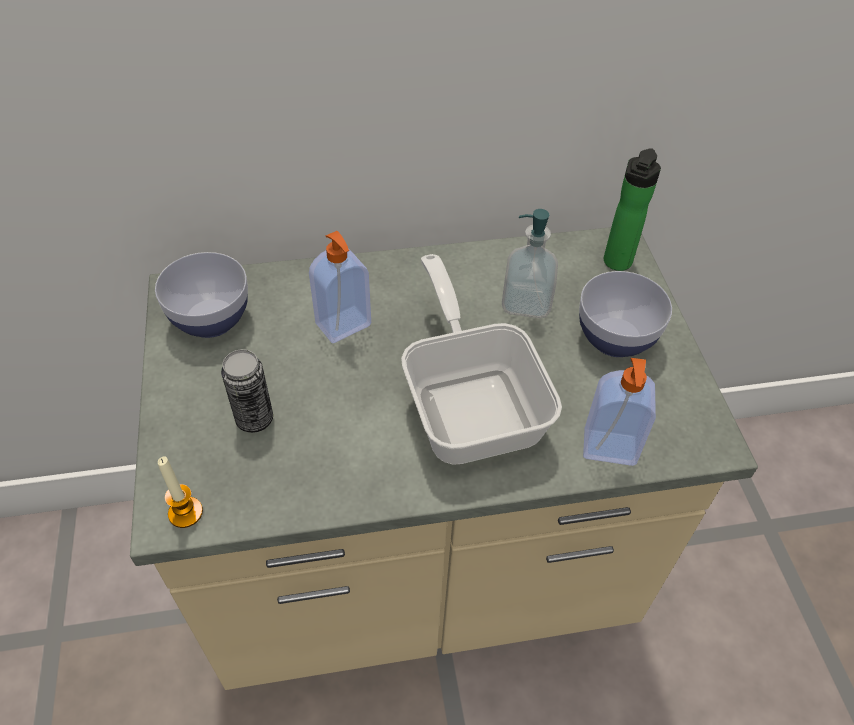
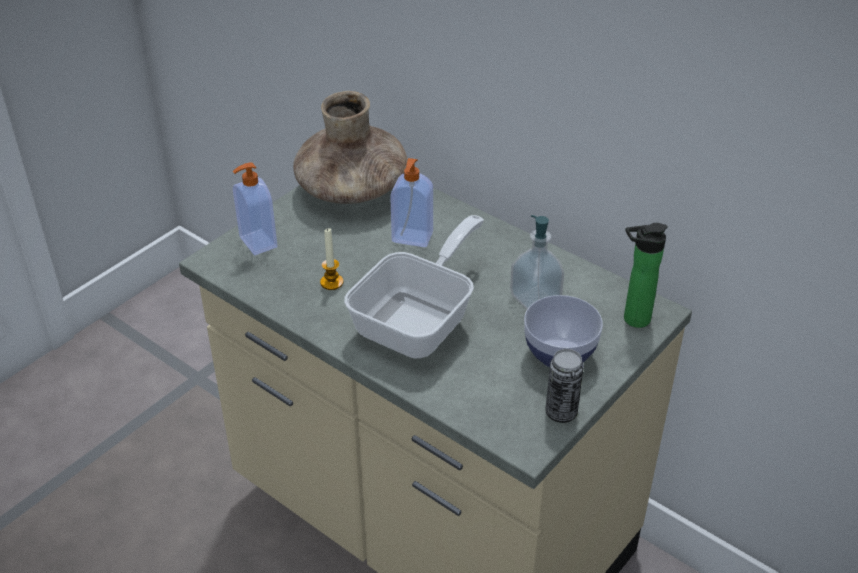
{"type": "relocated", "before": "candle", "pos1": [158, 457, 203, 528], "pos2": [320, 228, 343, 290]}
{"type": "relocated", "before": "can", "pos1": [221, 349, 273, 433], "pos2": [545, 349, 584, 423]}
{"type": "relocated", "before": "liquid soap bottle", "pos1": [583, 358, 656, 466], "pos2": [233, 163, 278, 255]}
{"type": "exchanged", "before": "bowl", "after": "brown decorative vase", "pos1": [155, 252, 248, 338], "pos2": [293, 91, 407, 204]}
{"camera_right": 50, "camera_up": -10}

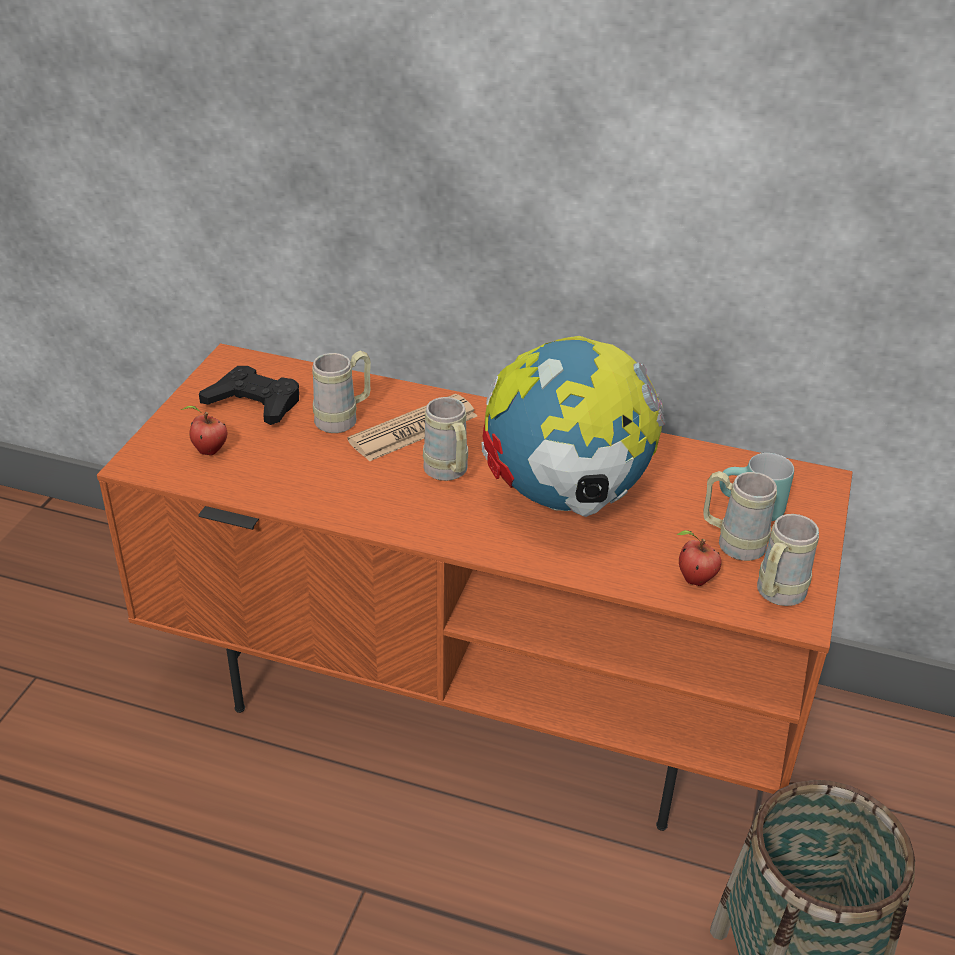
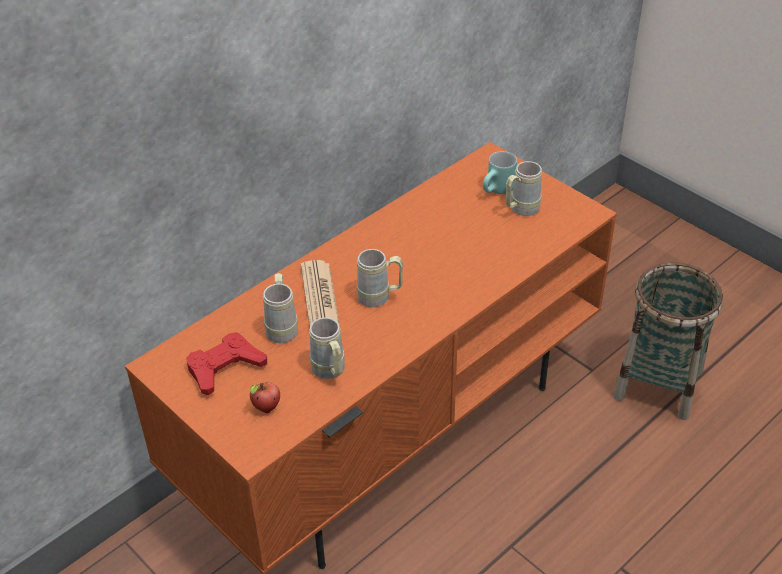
{"type": "missing", "before": "world globe", "pos1": [481, 336, 665, 517]}
{"type": "missing", "before": "whole apple", "pos1": [676, 530, 722, 586]}
{"type": "relocated", "before": "sand-coloured mug", "pos1": [757, 514, 819, 606], "pos2": [309, 318, 345, 379]}
{"type": "colour", "before": "black joypad", "after": "red joypad", "pos1": [199, 366, 299, 425], "pos2": [186, 332, 267, 395]}
{"camera_right": -60, "camera_up": 5}

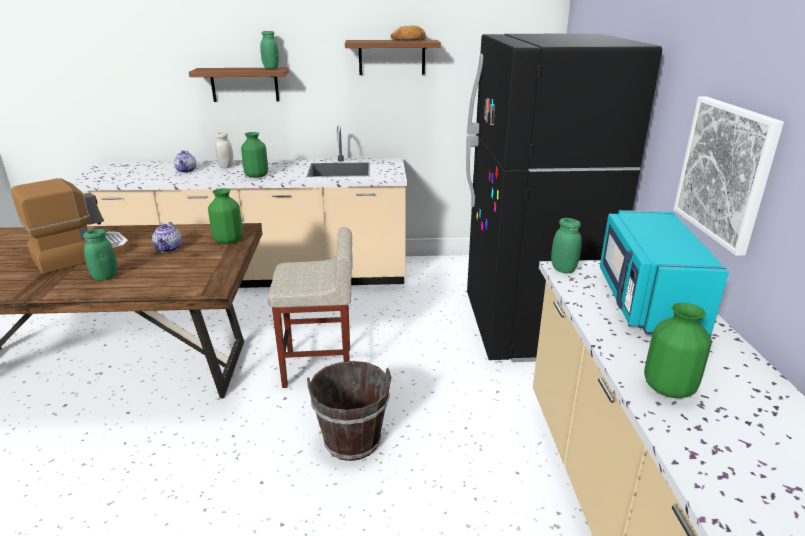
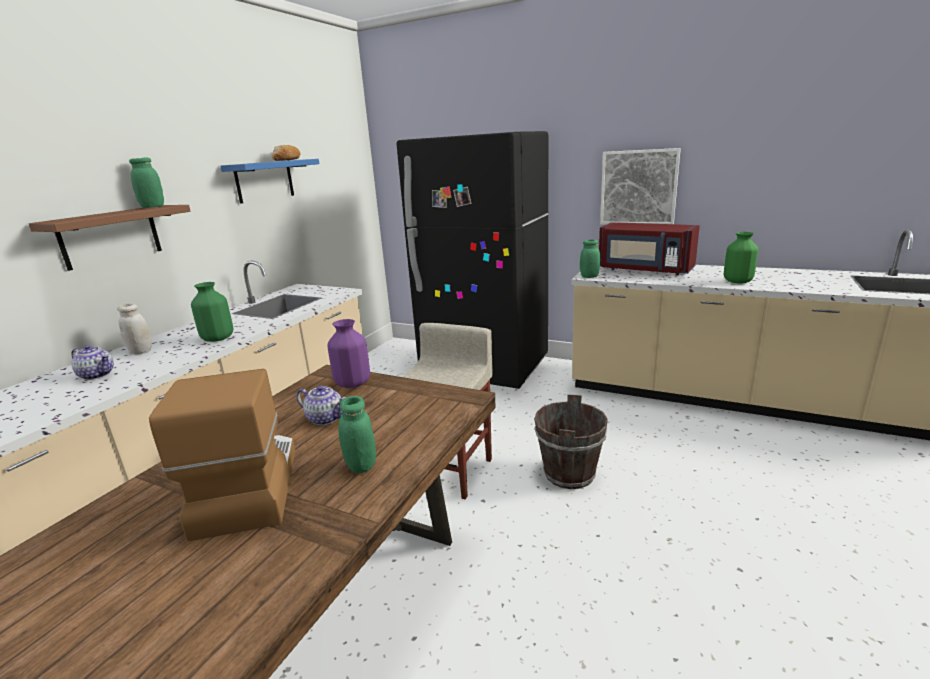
{"type": "colour", "before": "green decorative vase", "after": "purple-coloured decorative vase", "pos1": [208, 188, 243, 244], "pos2": [327, 319, 370, 388]}
{"type": "colour", "before": "brown bracket shelf", "after": "blue-coloured bracket shelf", "pos1": [345, 40, 441, 75], "pos2": [220, 159, 319, 204]}
{"type": "colour", "before": "blue-green microwave", "after": "red microwave", "pos1": [600, 210, 729, 337], "pos2": [599, 222, 700, 276]}
{"camera_right": -60, "camera_up": -5}

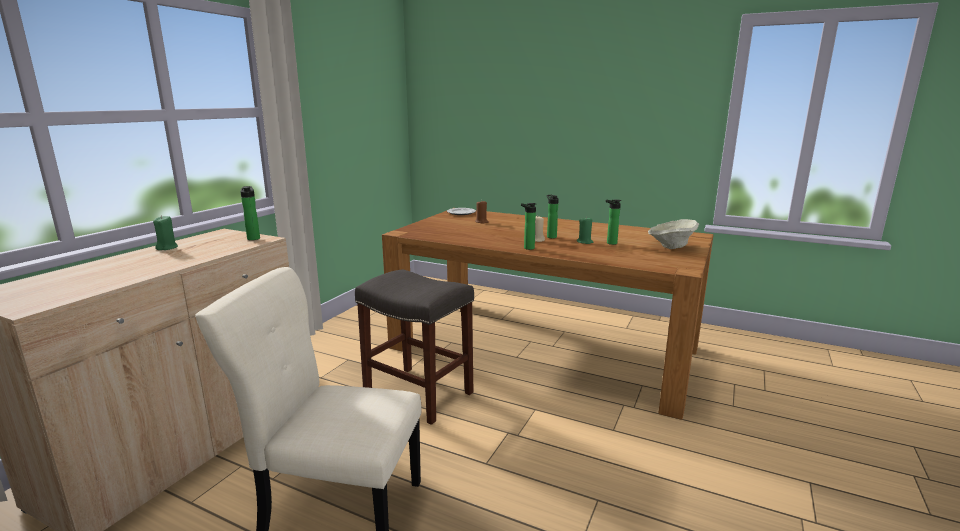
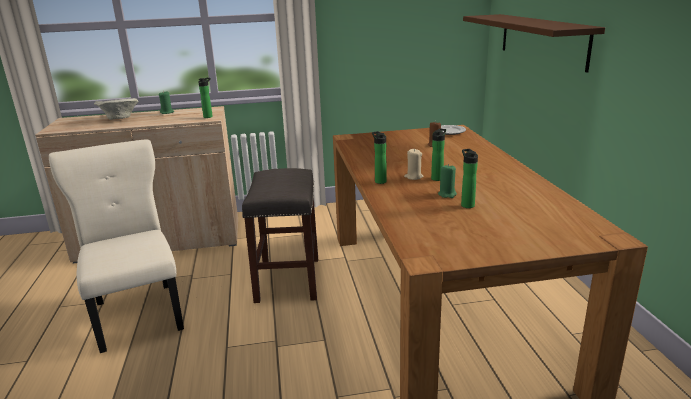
{"type": "appeared", "after": "brown bracket shelf", "pos2": [463, 14, 605, 73]}
{"type": "relocated", "before": "sand-coloured bowl", "pos1": [648, 219, 699, 249], "pos2": [94, 98, 139, 120]}
{"camera_right": 55, "camera_up": 5}

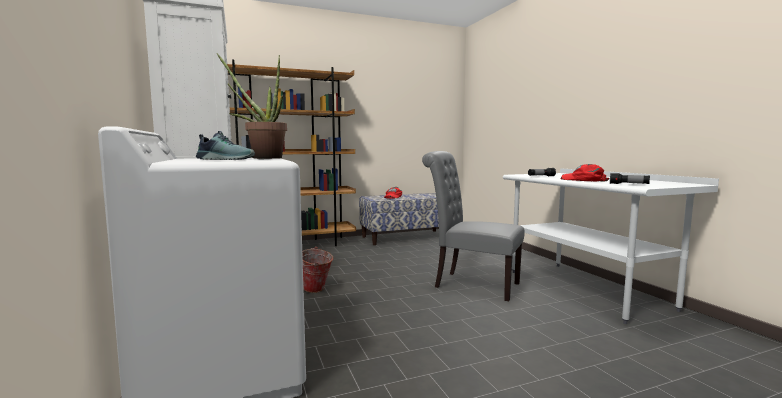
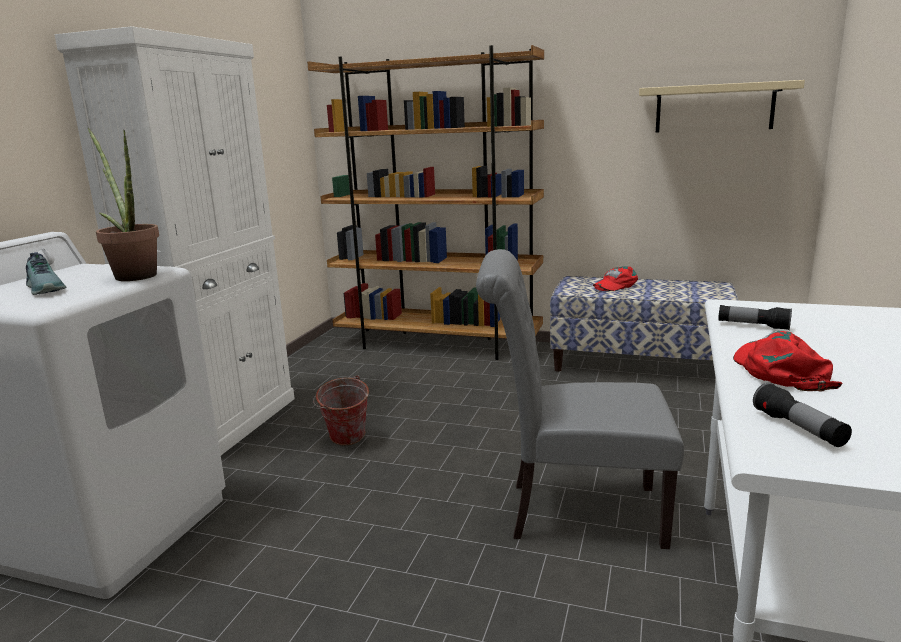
{"type": "appeared", "after": "sand-coloured bracket shelf", "pos2": [639, 80, 805, 132]}
{"type": "spun", "before": "gray plain chair", "pos1": [422, 151, 525, 301], "pos2": [476, 249, 684, 549], "turn": -60}
{"camera_right": 40, "camera_up": 10}

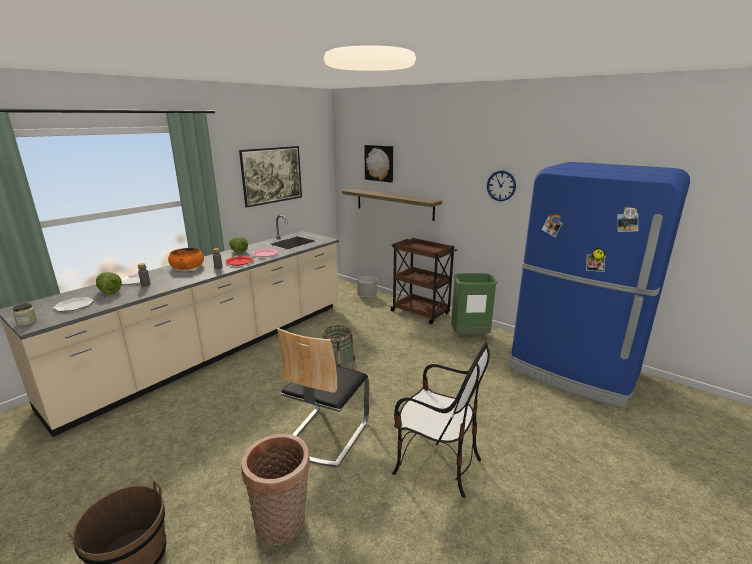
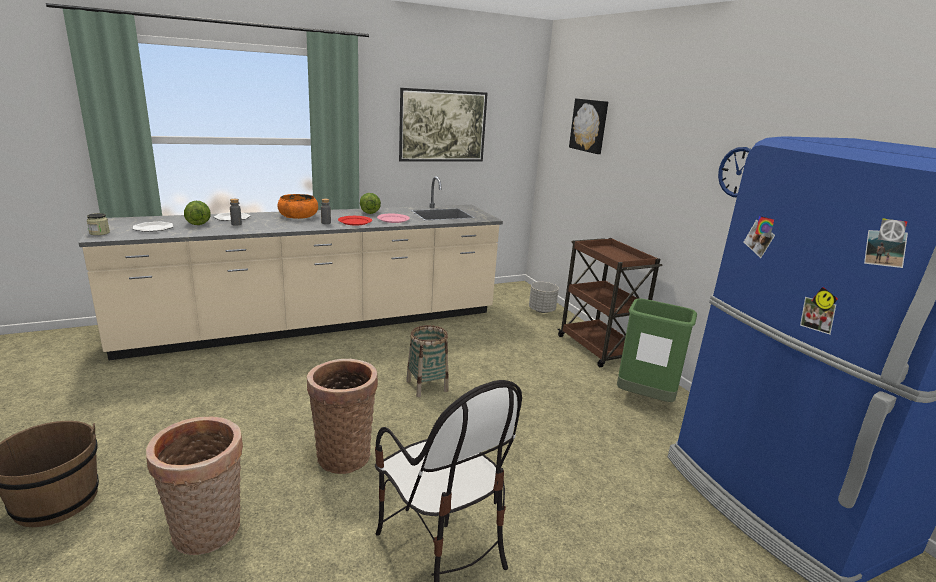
{"type": "missing", "before": "bracket shelf", "pos1": [342, 189, 442, 221]}
{"type": "exchanged", "before": "plain chair", "after": "household basket", "pos1": [277, 328, 369, 467], "pos2": [307, 359, 378, 474]}
{"camera_right": 25, "camera_up": 0}

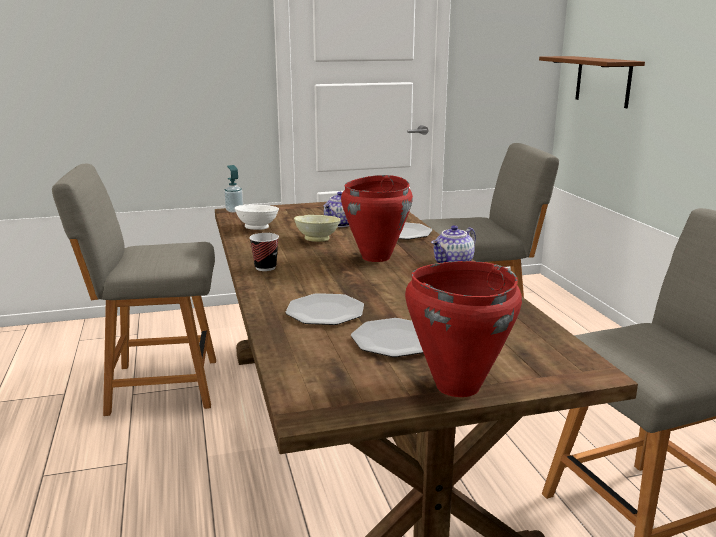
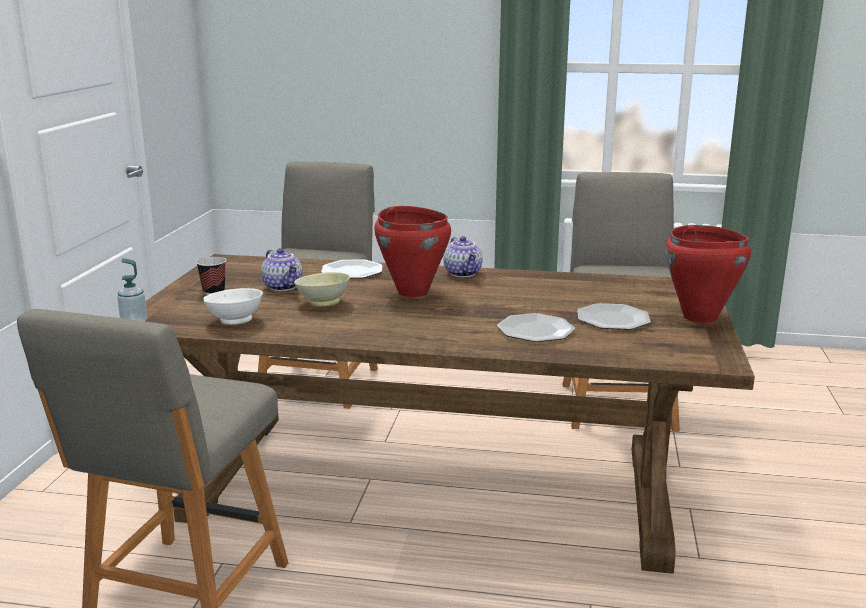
{"type": "missing", "before": "brown bracket shelf", "pos1": [539, 56, 645, 108]}
{"type": "relocated", "before": "cup", "pos1": [249, 233, 279, 271], "pos2": [196, 257, 226, 295]}
{"camera_right": -65, "camera_up": 0}

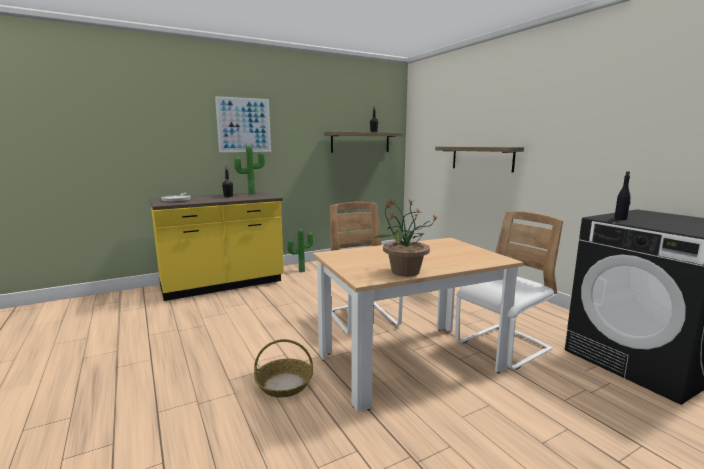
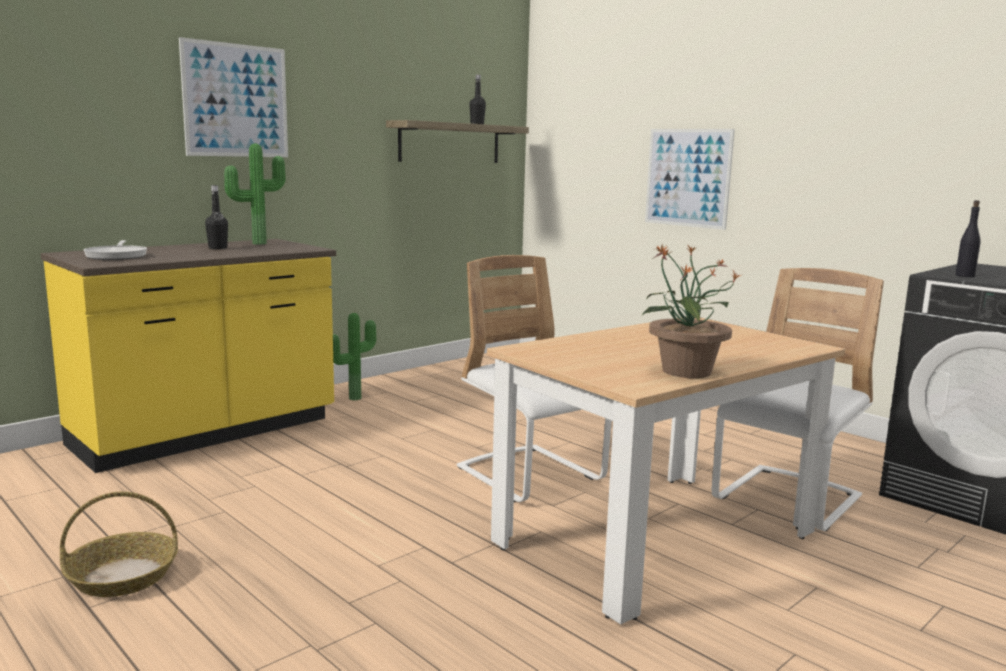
{"type": "relocated", "before": "household basket", "pos1": [254, 339, 313, 397], "pos2": [60, 492, 178, 597]}
{"type": "exchanged", "before": "bracket shelf", "after": "wall art", "pos1": [435, 147, 524, 173], "pos2": [645, 129, 735, 230]}
{"camera_right": -15, "camera_up": 0}

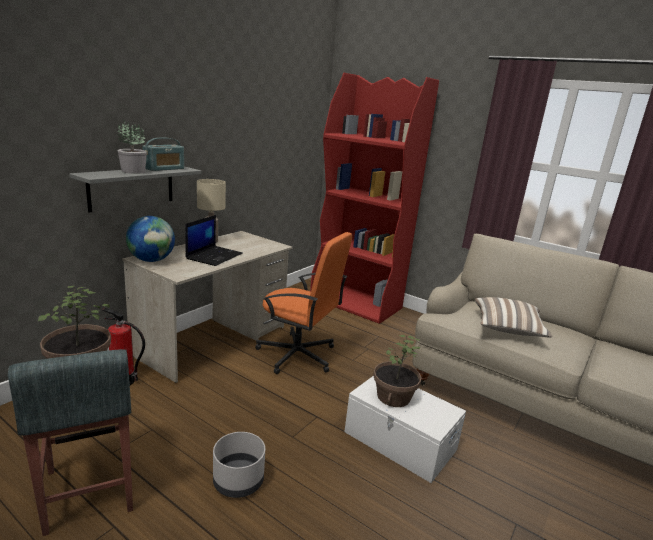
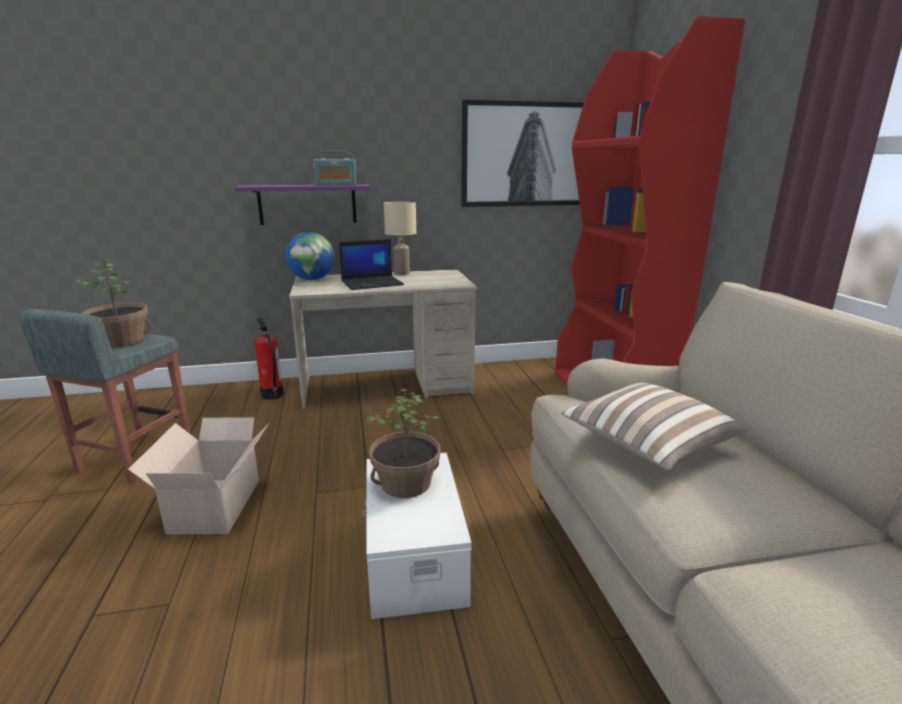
{"type": "missing", "before": "plant in a pot", "pos1": [118, 120, 147, 174]}
{"type": "missing", "before": "orangey computer chair", "pos1": [255, 232, 352, 374]}
{"type": "appeared", "after": "wall art", "pos2": [461, 99, 584, 207]}
{"type": "exchanged", "before": "gray plant pot", "after": "carton", "pos1": [213, 432, 265, 498], "pos2": [128, 417, 269, 535]}
{"type": "colour", "before": "gray bracket shelf", "after": "purple-coloured bracket shelf", "pos1": [69, 167, 202, 212], "pos2": [235, 184, 371, 225]}
{"camera_right": 45, "camera_up": 0}

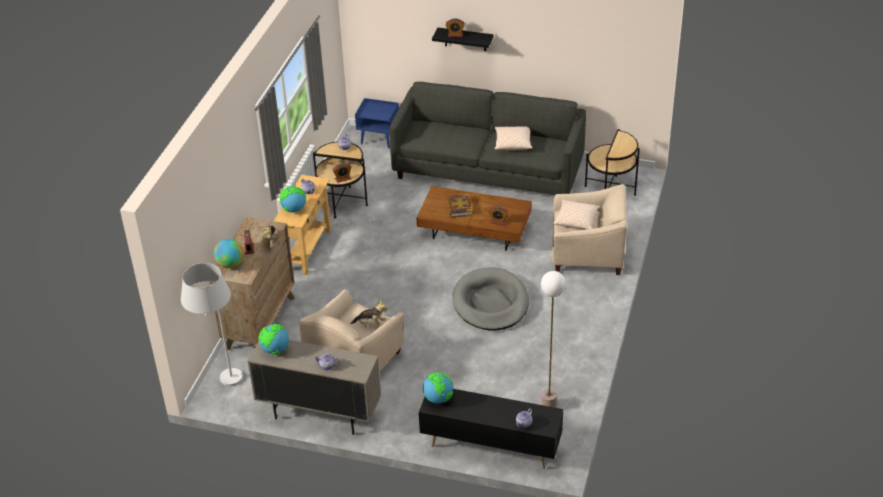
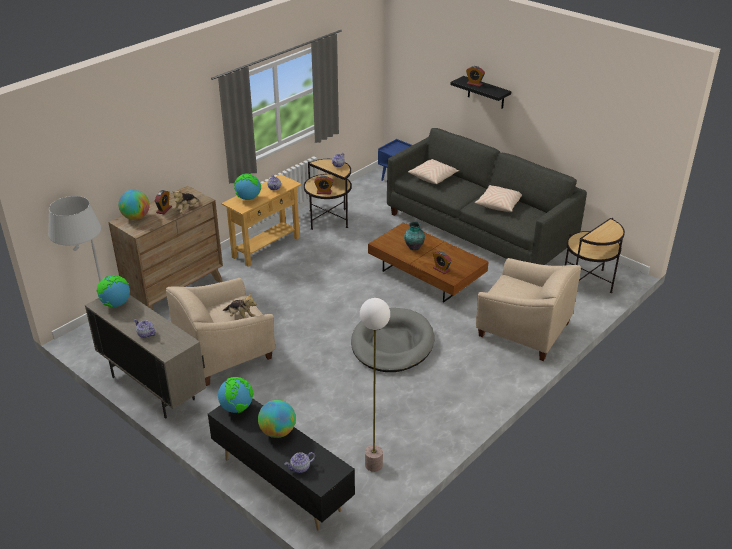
{"type": "appeared", "after": "world globe", "pos2": [258, 400, 296, 438]}
{"type": "relocated", "before": "sand-coloured pillow", "pos1": [553, 199, 600, 230], "pos2": [408, 159, 459, 184]}
{"type": "exchanged", "before": "bound book", "after": "decorative vase", "pos1": [446, 194, 472, 217], "pos2": [404, 221, 425, 250]}
{"camera_right": 25, "camera_up": -5}

